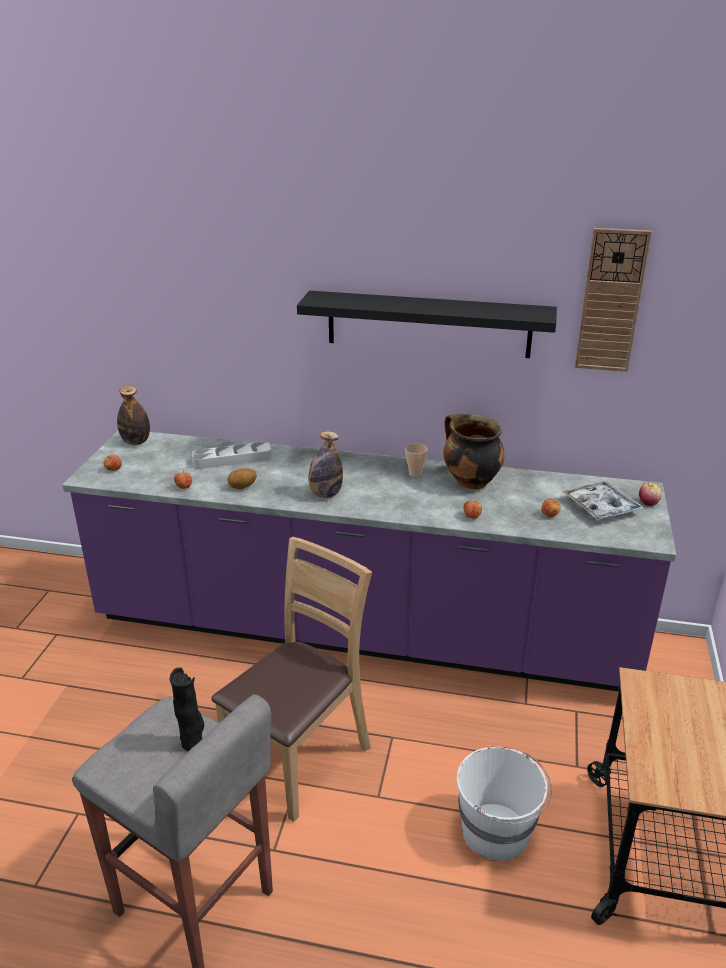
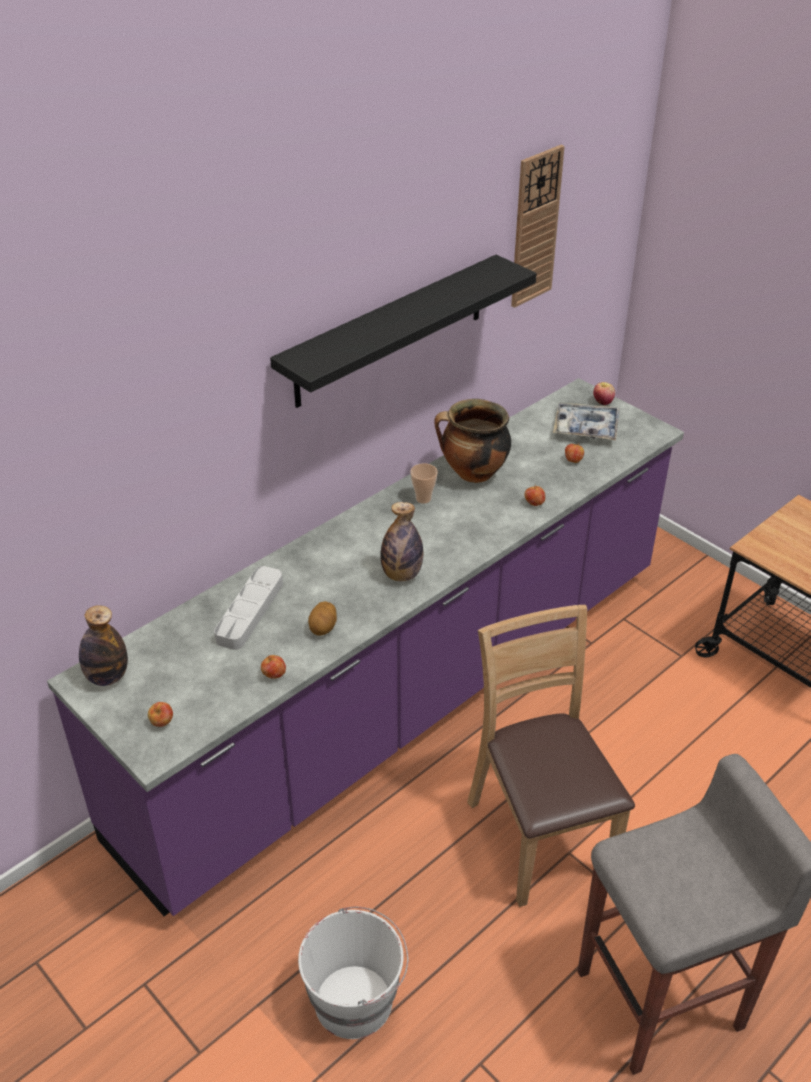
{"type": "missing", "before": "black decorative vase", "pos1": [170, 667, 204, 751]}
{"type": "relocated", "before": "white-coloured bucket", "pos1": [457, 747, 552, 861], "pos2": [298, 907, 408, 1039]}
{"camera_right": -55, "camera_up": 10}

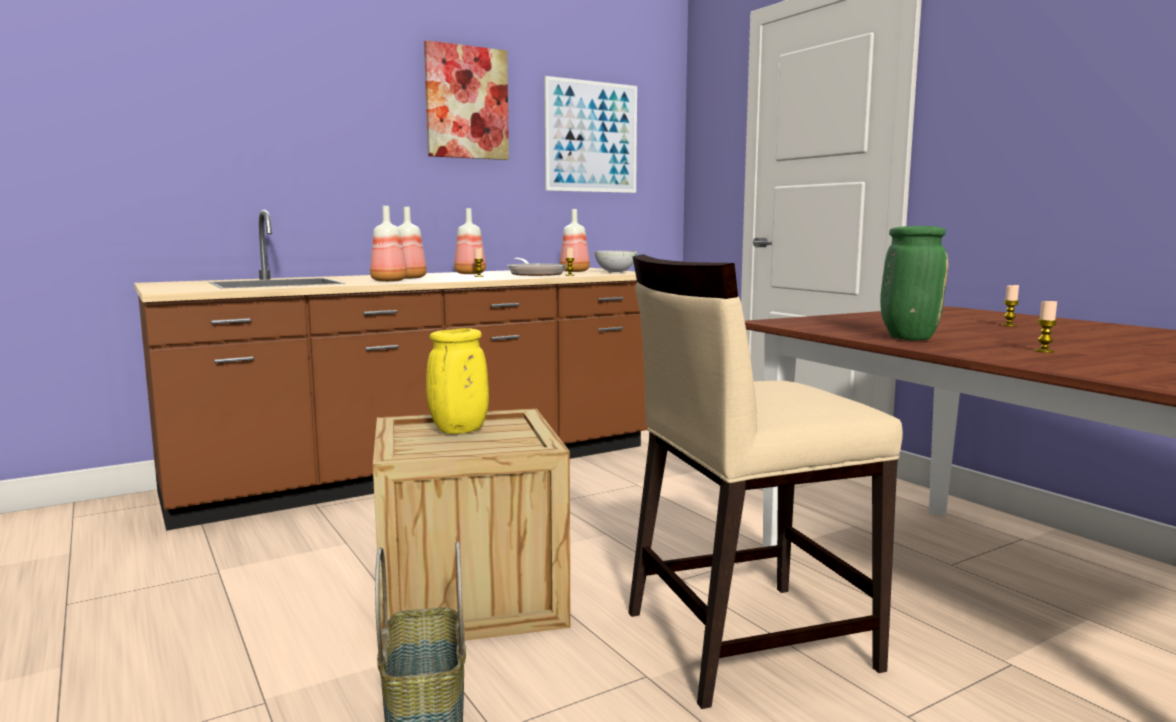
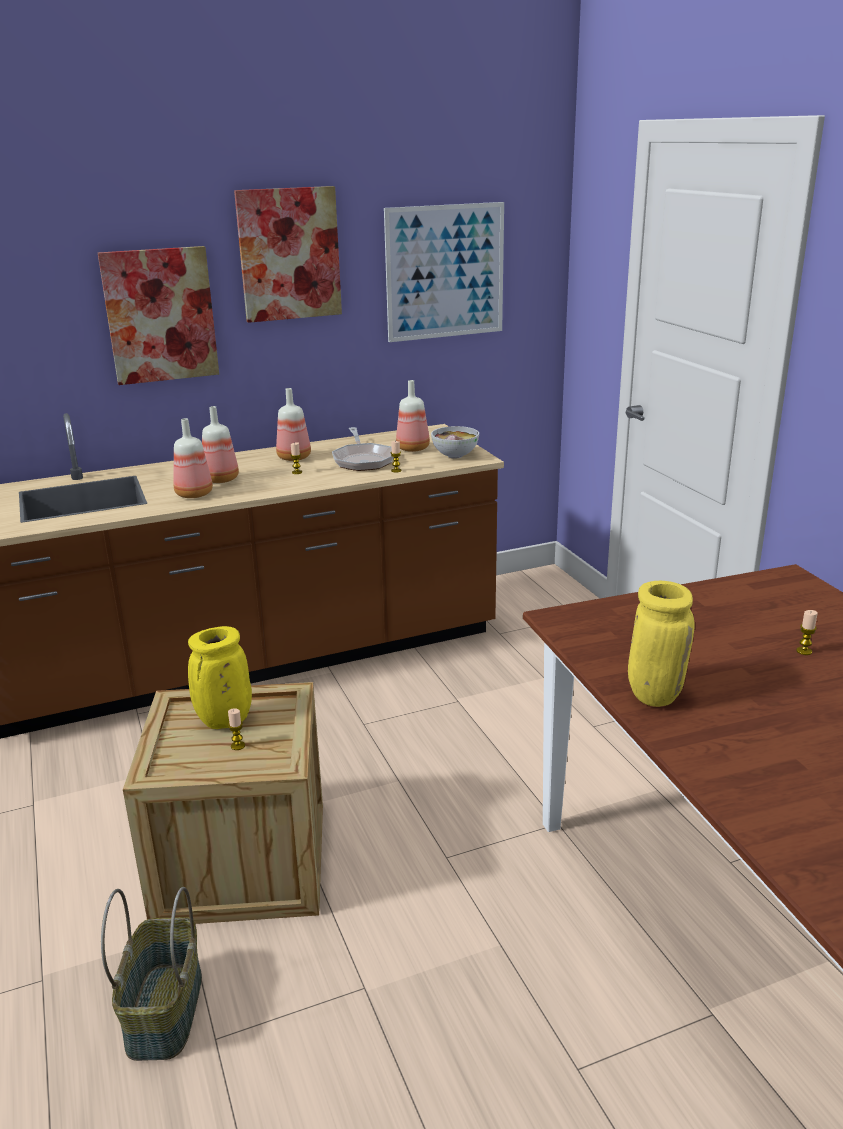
{"type": "missing", "before": "sand-coloured plain chair", "pos1": [628, 254, 903, 709]}
{"type": "appeared", "after": "wall art", "pos2": [98, 246, 219, 385]}
{"type": "relocated", "before": "candle", "pos1": [1035, 300, 1057, 353], "pos2": [228, 708, 245, 750]}
{"type": "colour", "before": "green decorative vase", "after": "yellow-coloured decorative vase", "pos1": [880, 226, 948, 341], "pos2": [628, 581, 695, 707]}
{"camera_right": 10, "camera_up": 15}

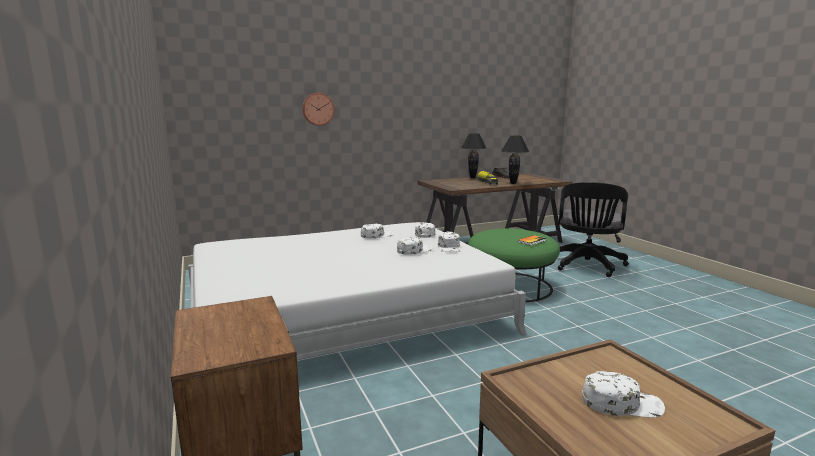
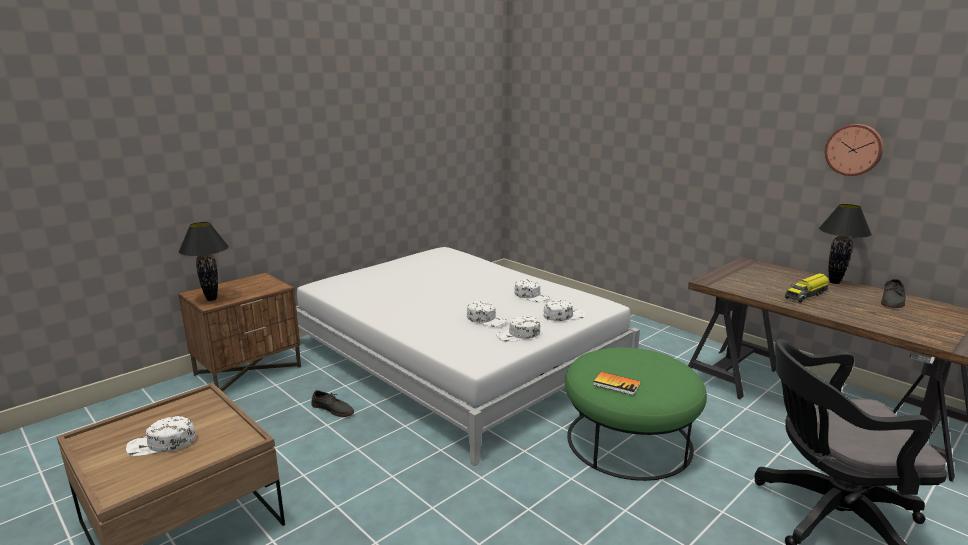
{"type": "appeared", "after": "gray shoe", "pos2": [311, 390, 354, 417]}
{"type": "relocated", "before": "wall clock", "pos1": [302, 93, 334, 126], "pos2": [825, 124, 884, 176]}
{"type": "relocated", "before": "black table lamp", "pos1": [502, 136, 529, 184], "pos2": [179, 222, 229, 301]}
{"type": "spun", "before": "white-coloured baseball cap", "pos1": [582, 371, 665, 418], "pos2": [126, 416, 196, 456], "turn": 90}
{"camera_right": 70, "camera_up": 5}

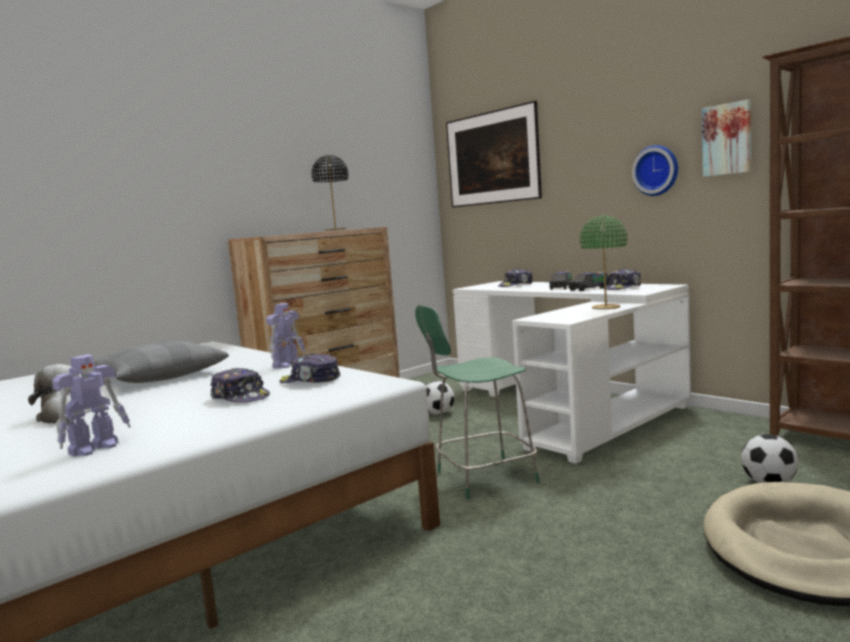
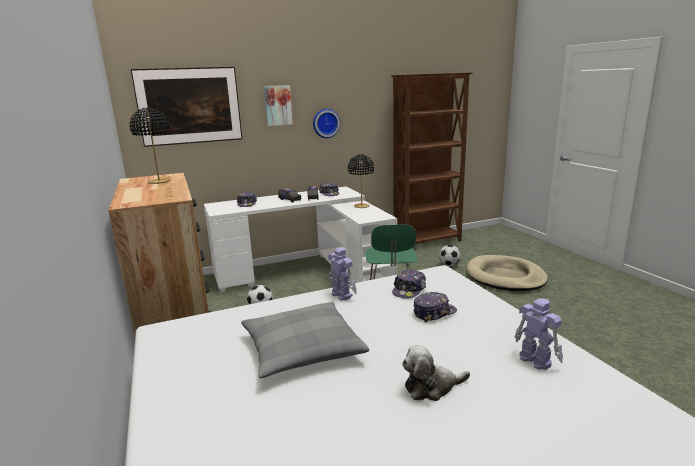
{"type": "relocated", "before": "wall art", "pos1": [702, 100, 751, 177], "pos2": [264, 85, 293, 126]}
{"type": "colour", "before": "green table lamp", "after": "black table lamp", "pos1": [580, 215, 628, 309], "pos2": [348, 154, 374, 208]}
{"camera_right": -70, "camera_up": 10}

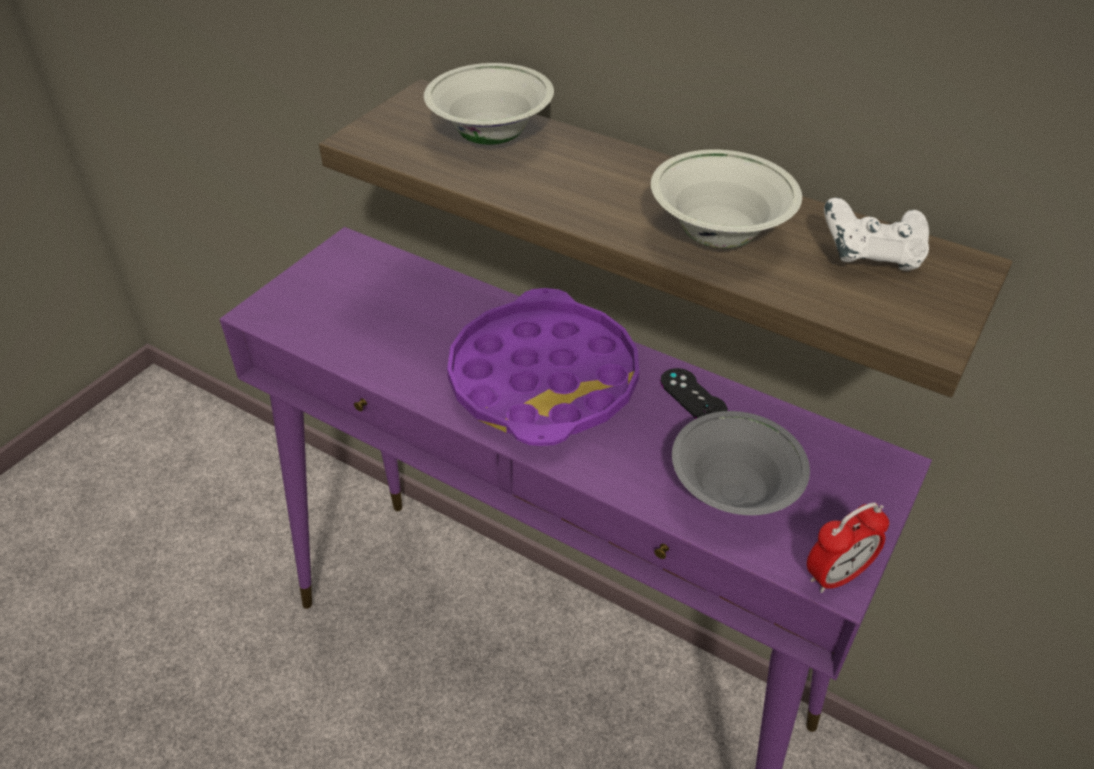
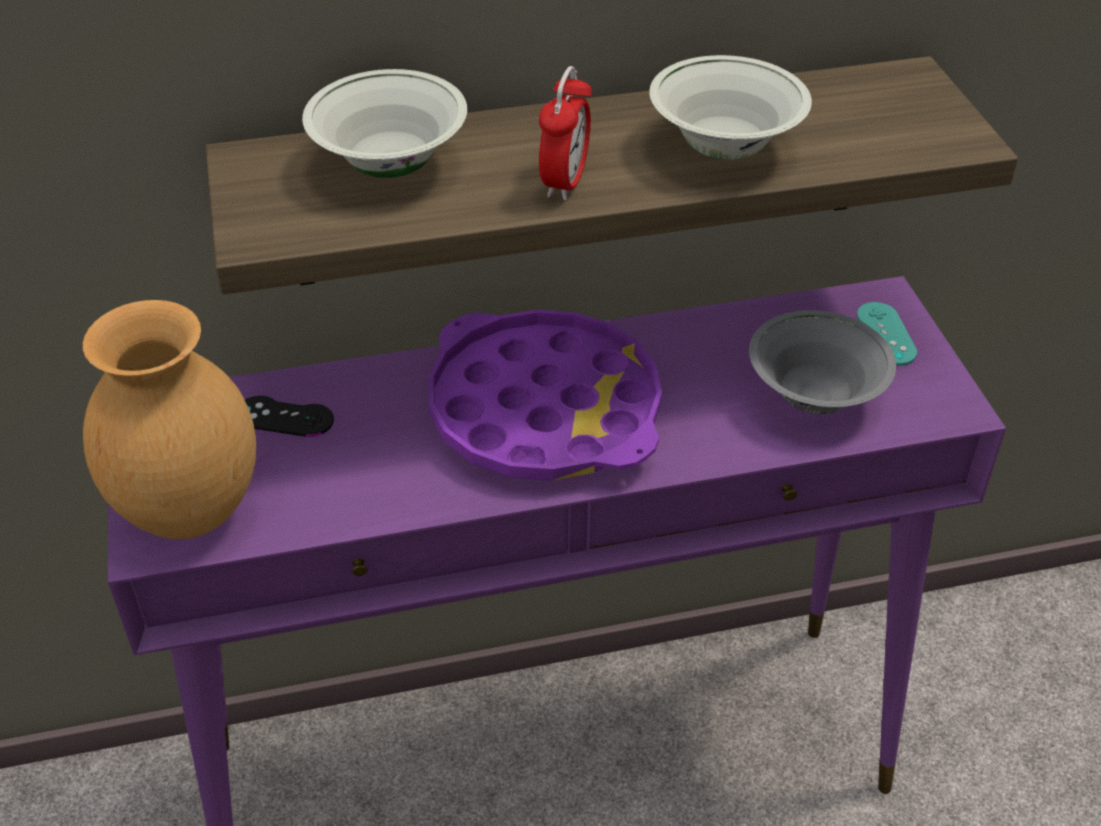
{"type": "missing", "before": "white-coloured joypad", "pos1": [824, 198, 929, 271]}
{"type": "appeared", "after": "brown decorative vase", "pos2": [83, 300, 256, 539]}
{"type": "appeared", "after": "blue-green joypad", "pos2": [857, 302, 917, 366]}
{"type": "relocated", "before": "black joypad", "pos1": [660, 368, 728, 418], "pos2": [245, 396, 334, 437]}
{"type": "relocated", "before": "table clock", "pos1": [807, 502, 889, 593], "pos2": [539, 66, 592, 201]}
{"camera_right": -45, "camera_up": 0}

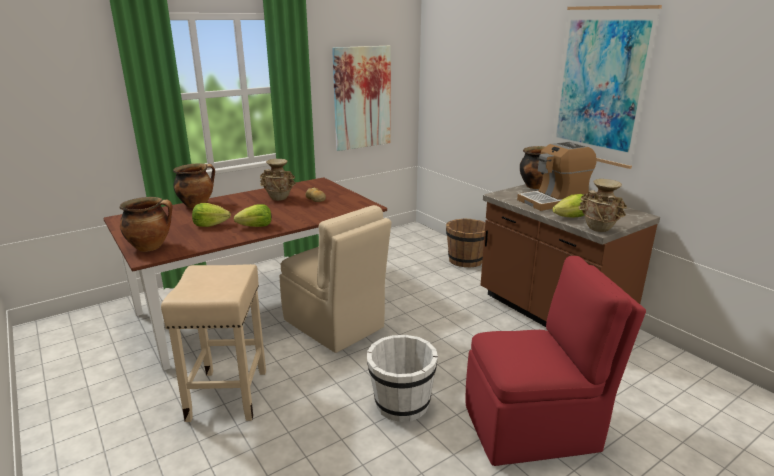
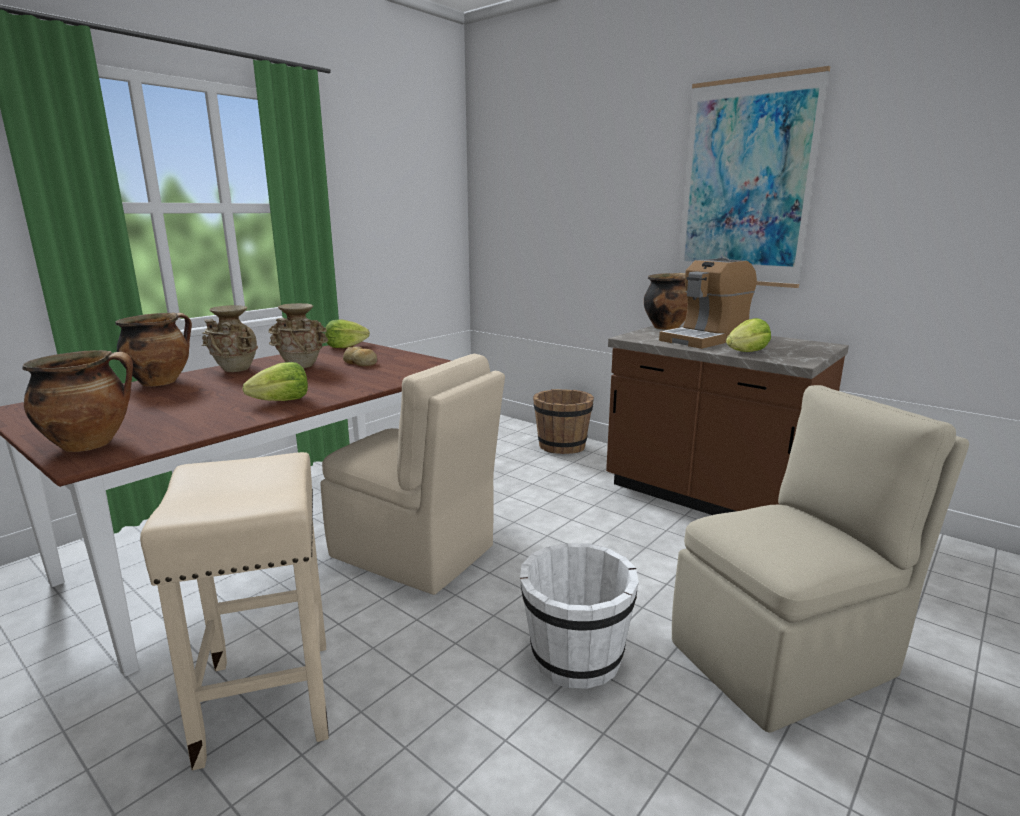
{"type": "missing", "before": "wall art", "pos1": [332, 46, 391, 151]}
{"type": "relocated", "before": "head of lettuce", "pos1": [192, 203, 231, 227], "pos2": [325, 319, 370, 348]}
{"type": "relocated", "before": "sand-coloured decorative vase", "pos1": [578, 179, 627, 232], "pos2": [201, 305, 258, 372]}
{"type": "colour", "before": "red plain chair", "after": "sand-coloured plain chair", "pos1": [466, 256, 646, 466], "pos2": [672, 385, 969, 732]}
{"camera_right": -15, "camera_up": -5}

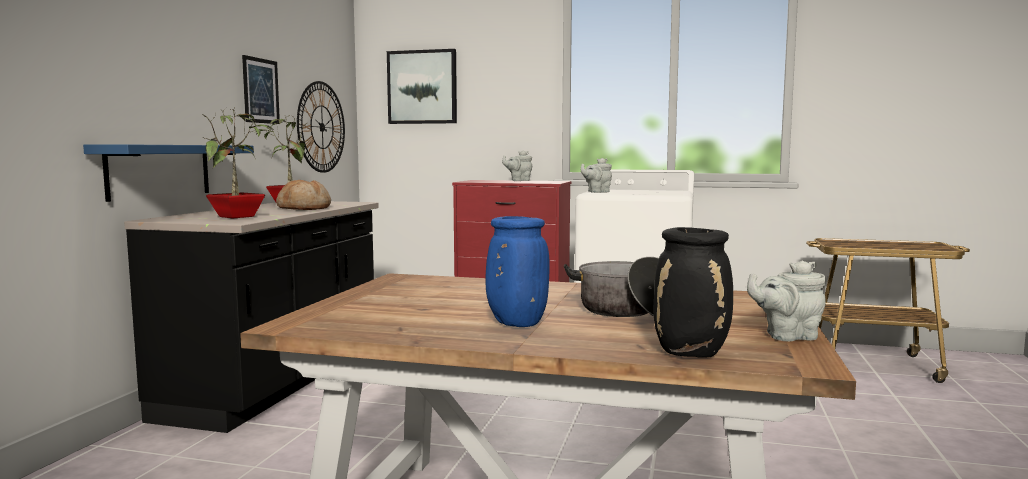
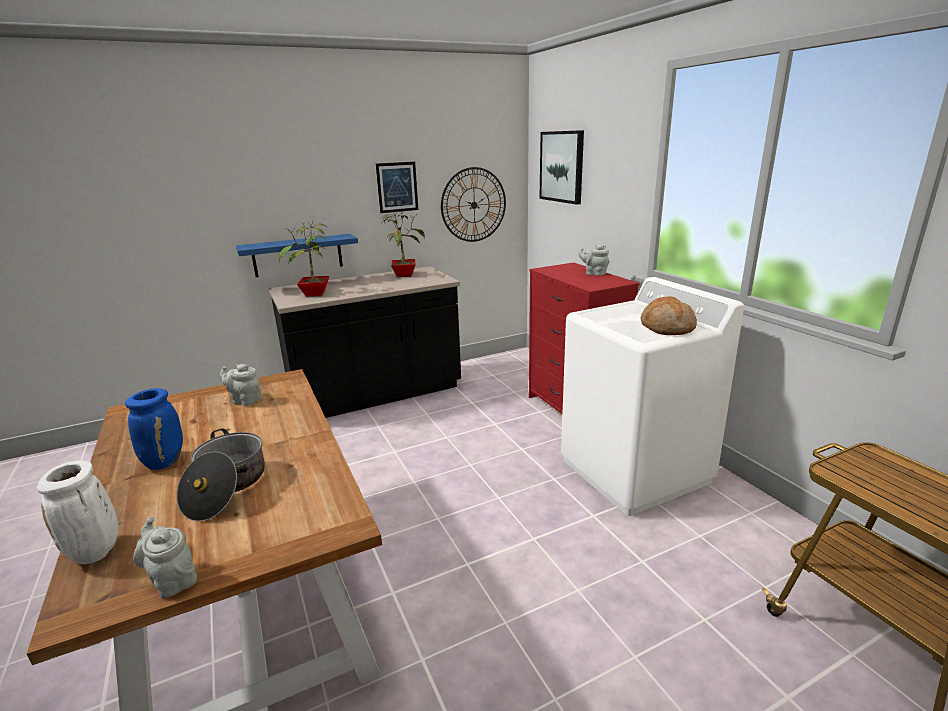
{"type": "relocated", "before": "baked bread", "pos1": [276, 180, 331, 210], "pos2": [641, 296, 697, 335]}
{"type": "relocated", "before": "gray pot for tea", "pos1": [581, 158, 612, 193], "pos2": [220, 364, 262, 406]}
{"type": "colour", "before": "black decorative vase", "after": "white-coloured decorative vase", "pos1": [654, 227, 733, 358], "pos2": [37, 460, 118, 564]}
{"camera_right": 50, "camera_up": 15}

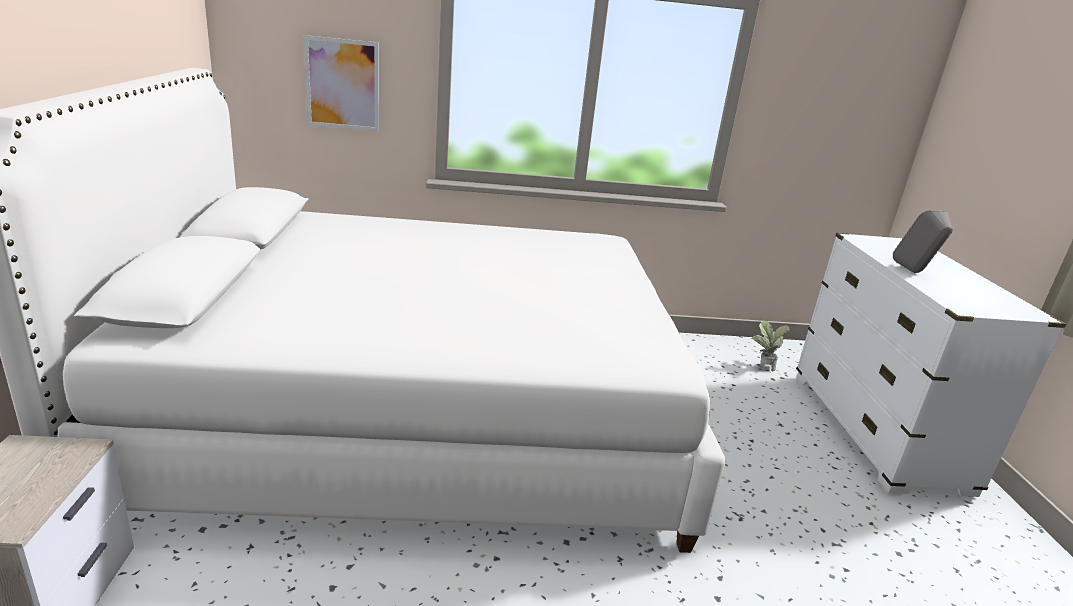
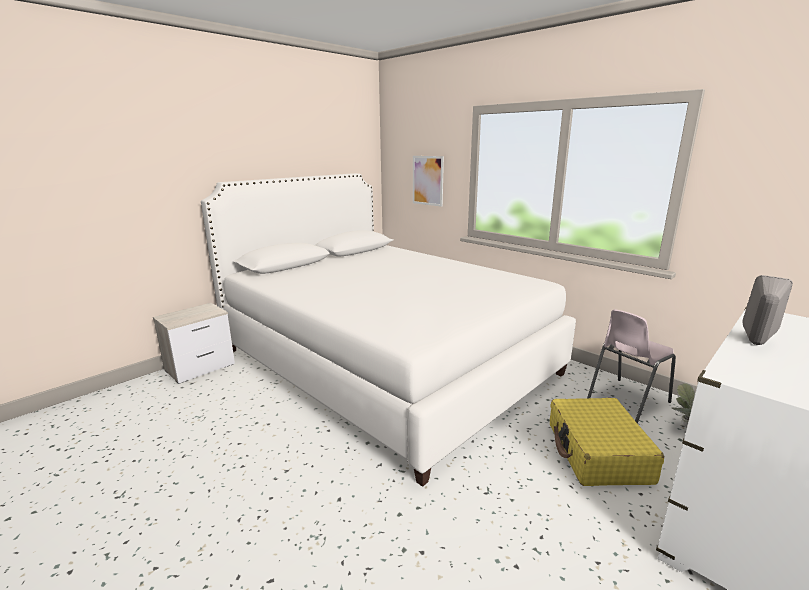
{"type": "appeared", "after": "yellow-coloured travel case", "pos2": [550, 398, 664, 486]}
{"type": "appeared", "after": "pink-coloured plain chair", "pos2": [587, 309, 676, 423]}
{"camera_right": 50, "camera_up": -5}

